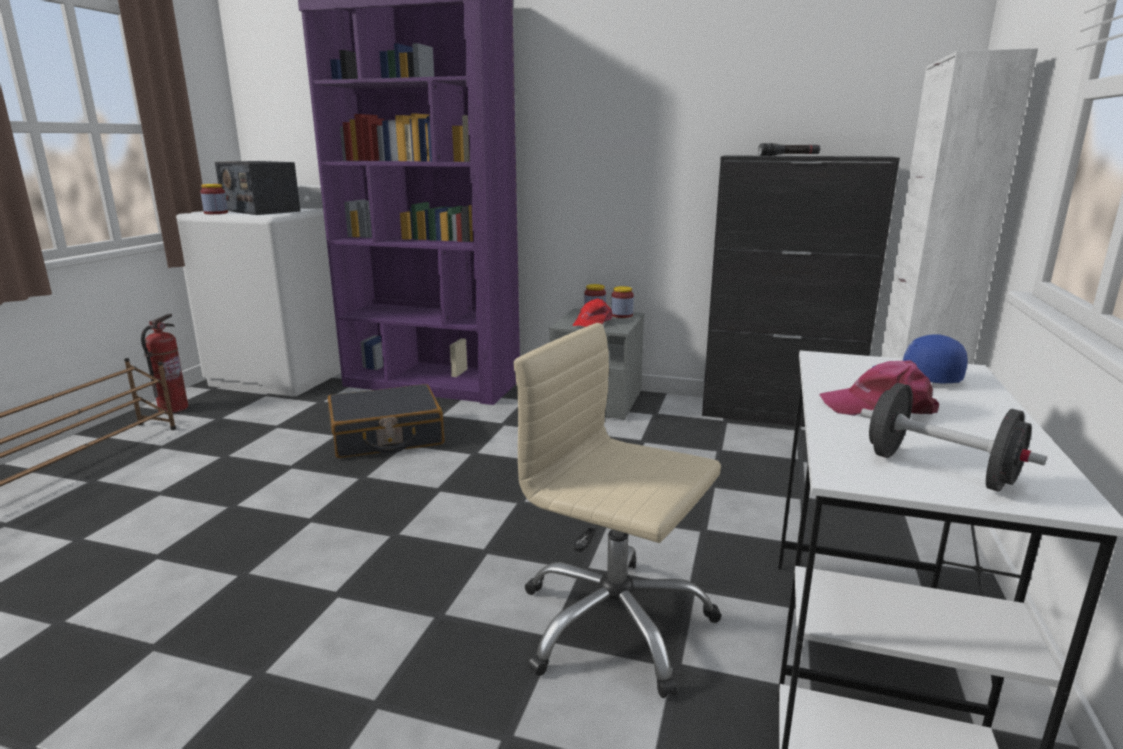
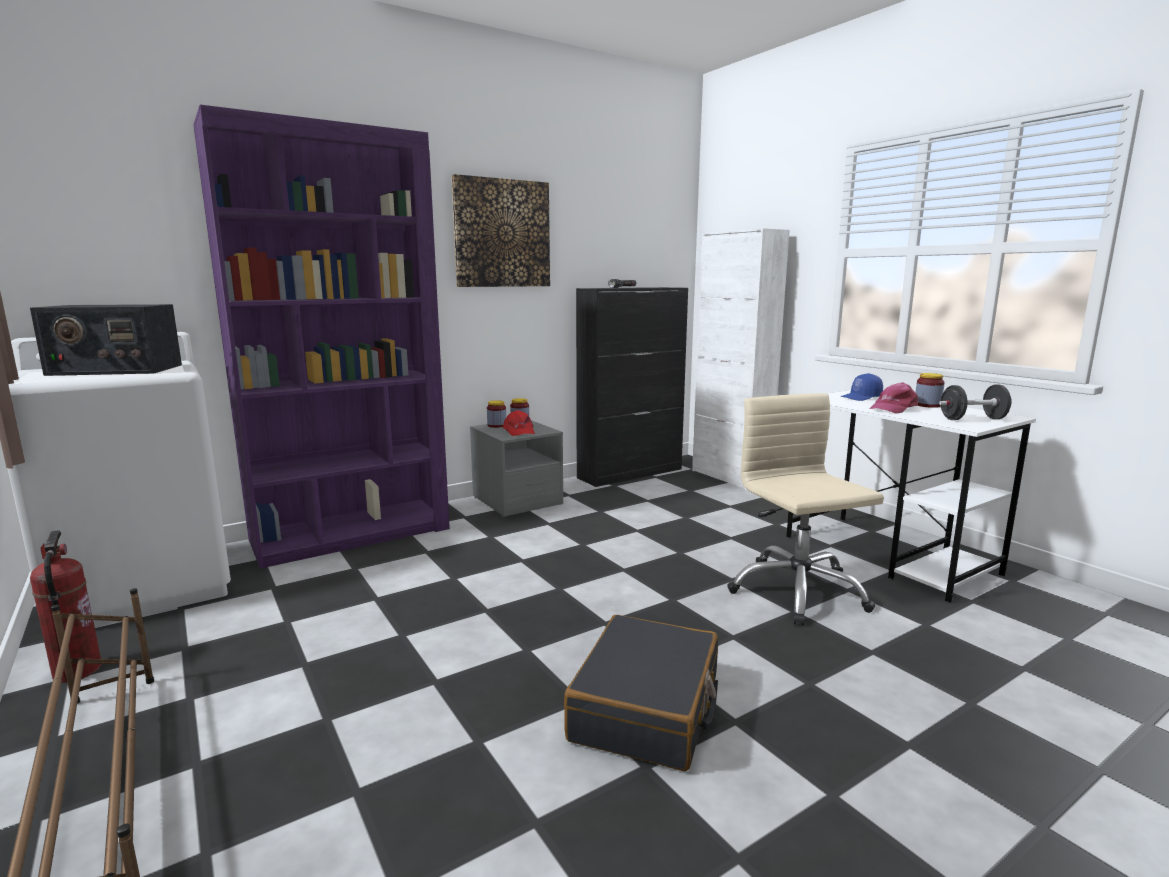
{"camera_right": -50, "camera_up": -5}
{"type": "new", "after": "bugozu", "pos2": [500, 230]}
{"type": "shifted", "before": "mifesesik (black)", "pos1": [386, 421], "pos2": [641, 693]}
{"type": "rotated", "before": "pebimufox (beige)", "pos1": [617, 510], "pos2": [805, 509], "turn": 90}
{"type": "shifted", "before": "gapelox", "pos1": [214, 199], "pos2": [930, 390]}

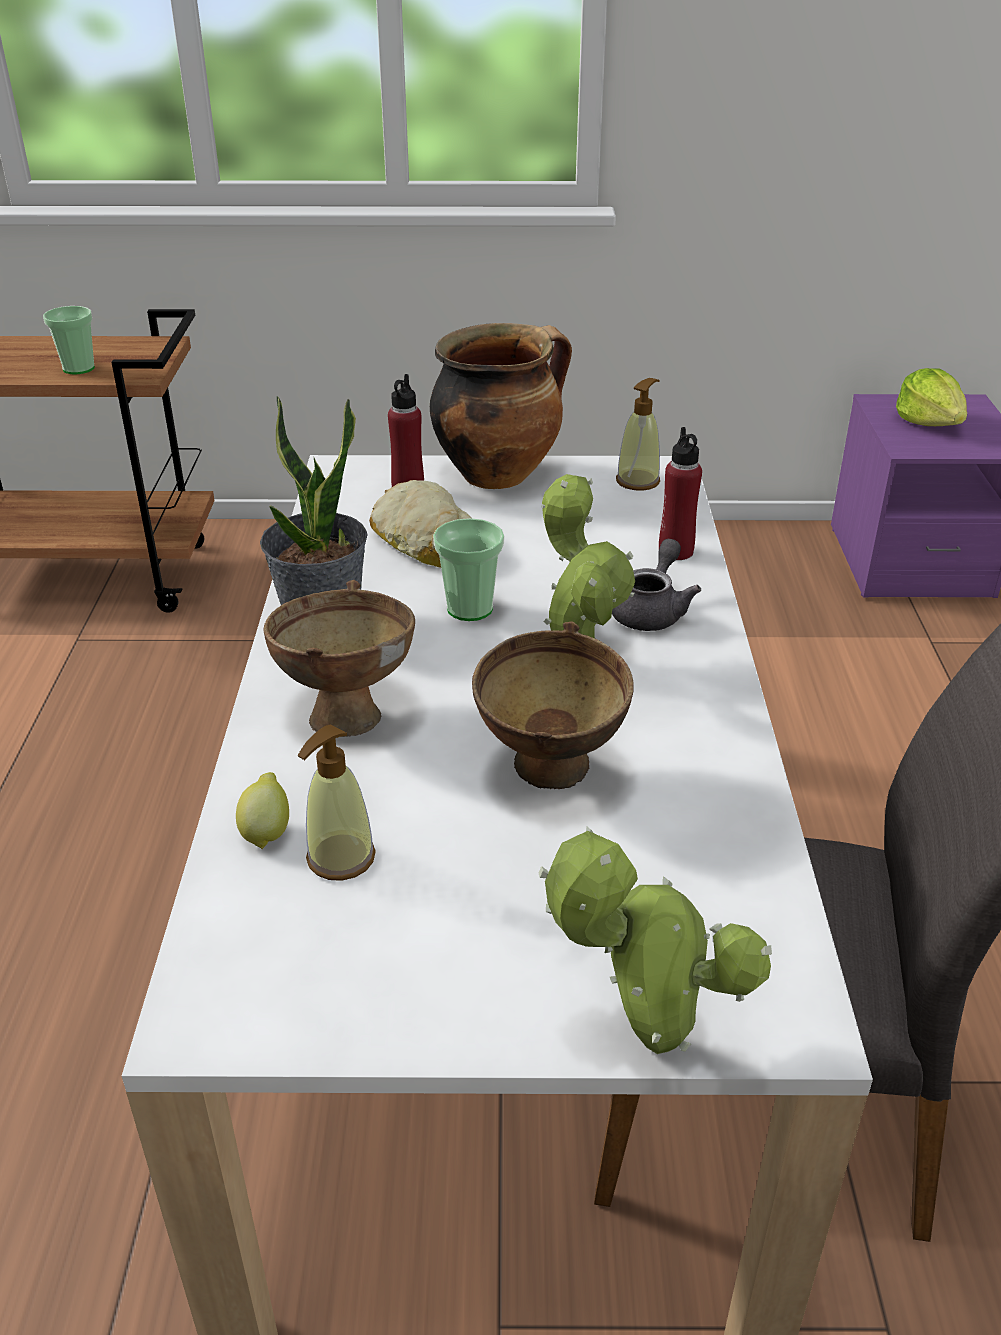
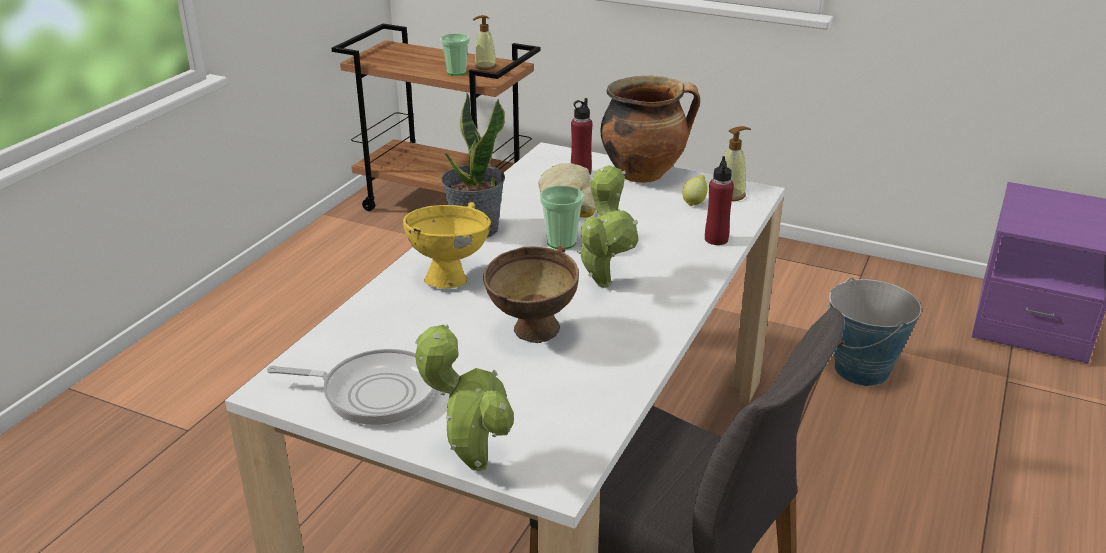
{"camera_right": 25, "camera_up": -5}
{"type": "new", "after": "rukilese", "pos2": [351, 387]}
{"type": "repainted", "before": "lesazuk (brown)", "after": "lesazuk (yellow)", "pos1": [339, 658], "pos2": [447, 245]}
{"type": "shifted", "before": "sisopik", "pos1": [336, 802], "pos2": [484, 42]}
{"type": "shifted", "before": "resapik", "pos1": [262, 810], "pos2": [695, 190]}
{"type": "new", "after": "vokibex", "pos2": [873, 331]}
{"type": "gone", "before": "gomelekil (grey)", "pos1": [656, 585]}
{"type": "gone", "before": "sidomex", "pos1": [931, 397]}

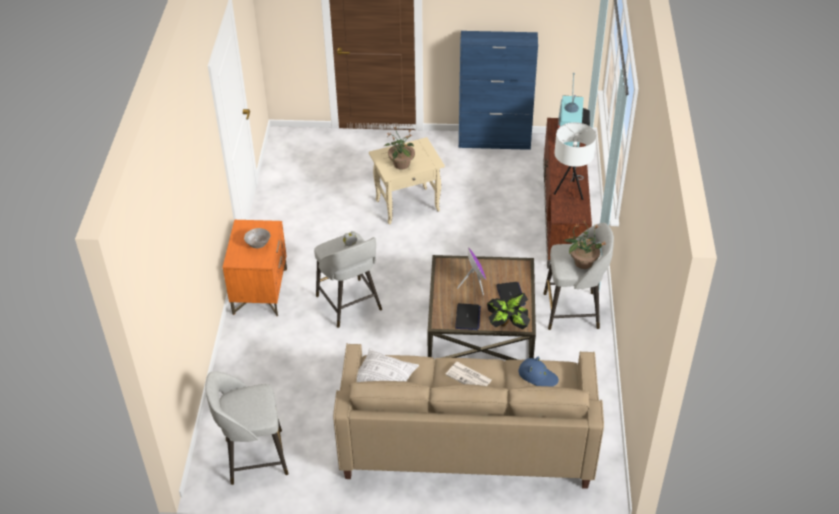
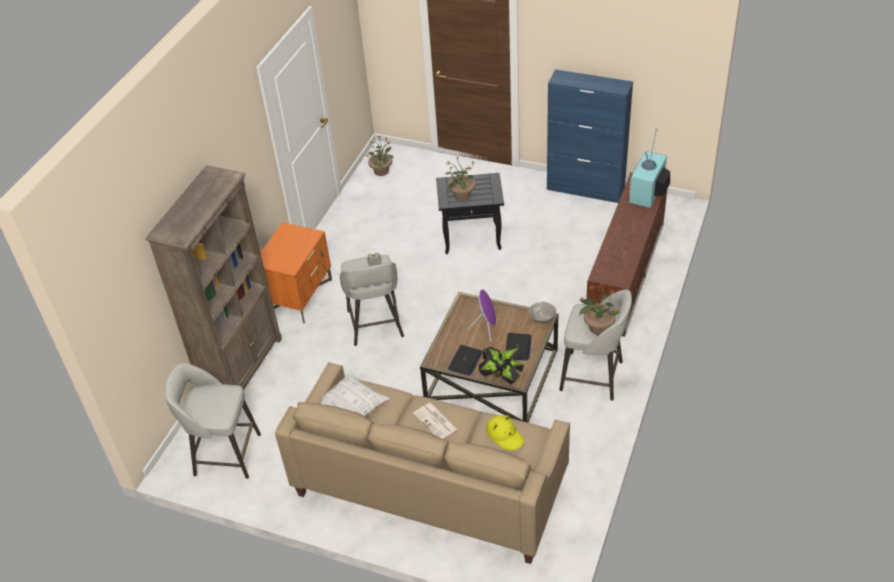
{"camera_right": 20, "camera_up": 0}
{"type": "new", "after": "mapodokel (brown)", "pos2": [213, 278]}
{"type": "new", "after": "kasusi", "pos2": [379, 156]}
{"type": "repainted", "before": "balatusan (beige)", "after": "balatusan (black)", "pos1": [407, 181], "pos2": [470, 213]}
{"type": "repainted", "before": "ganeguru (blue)", "after": "ganeguru (yellow)", "pos1": [539, 372], "pos2": [505, 432]}
{"type": "shifted", "before": "lesazuk (grey)", "pos1": [257, 238], "pos2": [542, 312]}
{"type": "gone", "before": "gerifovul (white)", "pos1": [575, 161]}

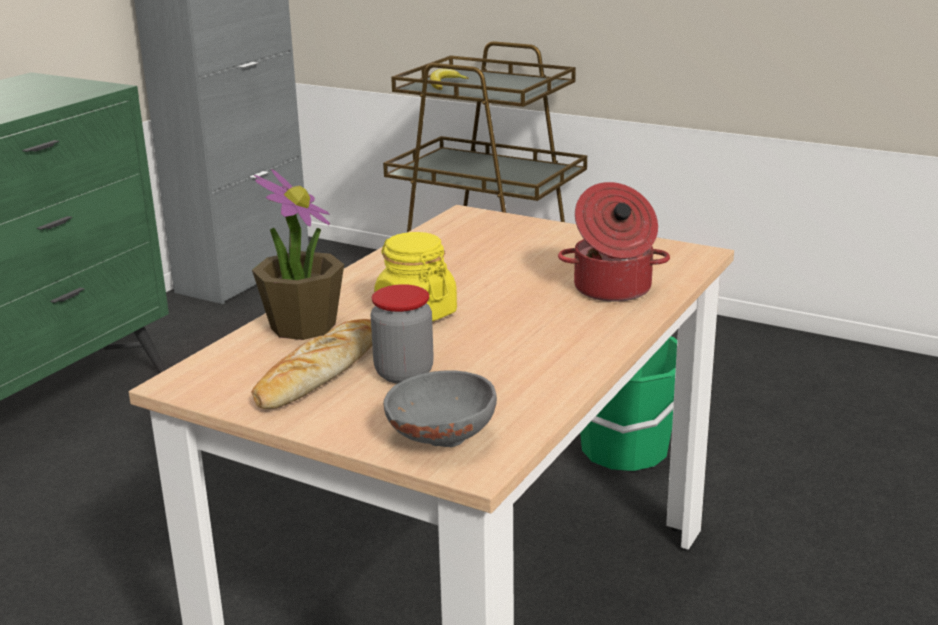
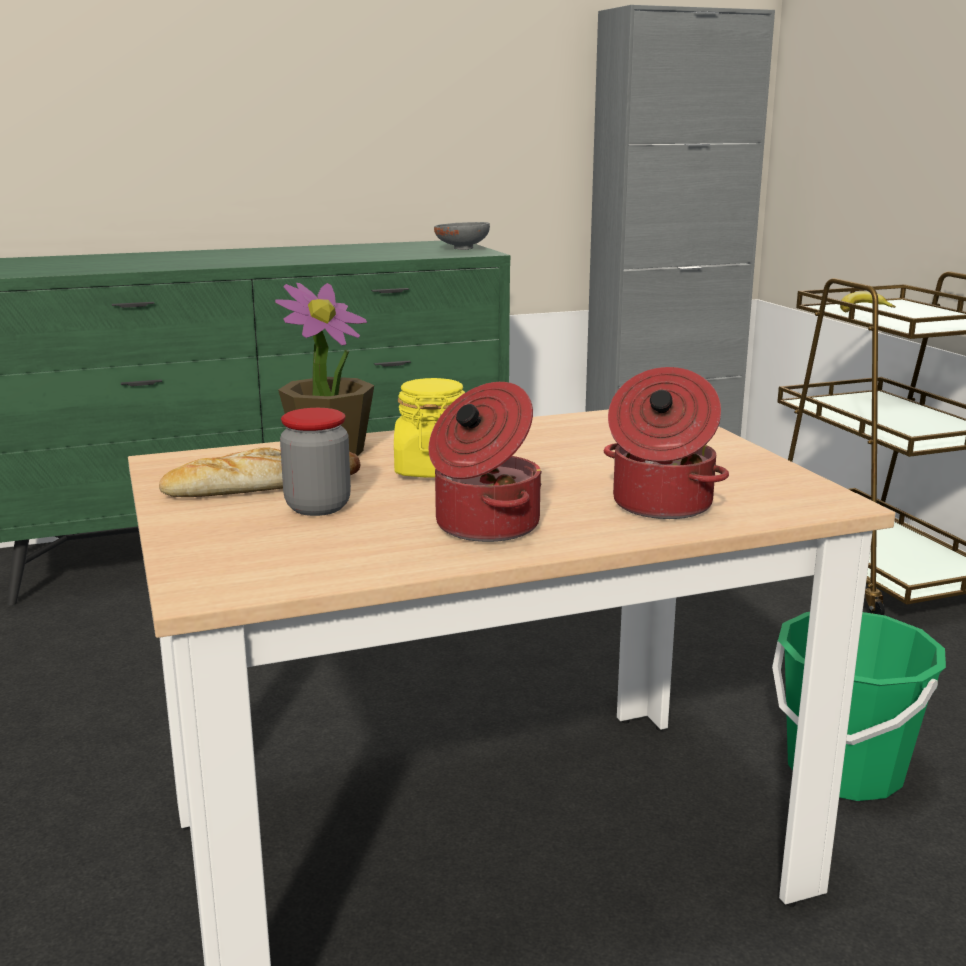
{"camera_right": 40, "camera_up": -5}
{"type": "new", "after": "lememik", "pos2": [485, 462]}
{"type": "shifted", "before": "lesazuk (grey)", "pos1": [440, 408], "pos2": [462, 236]}

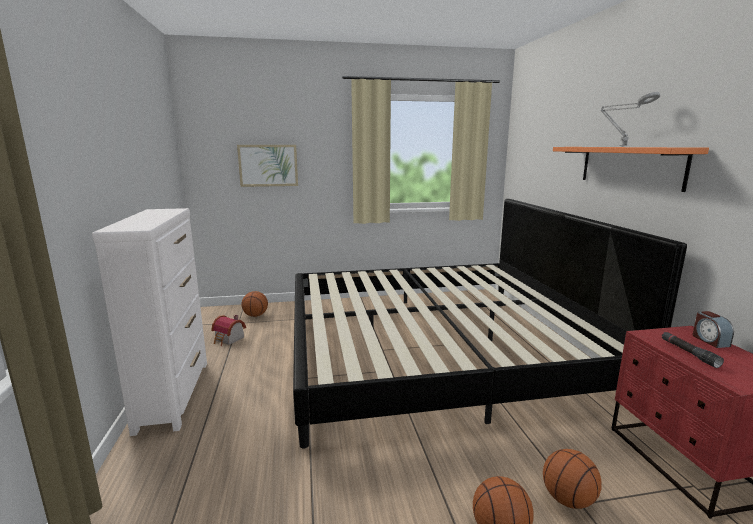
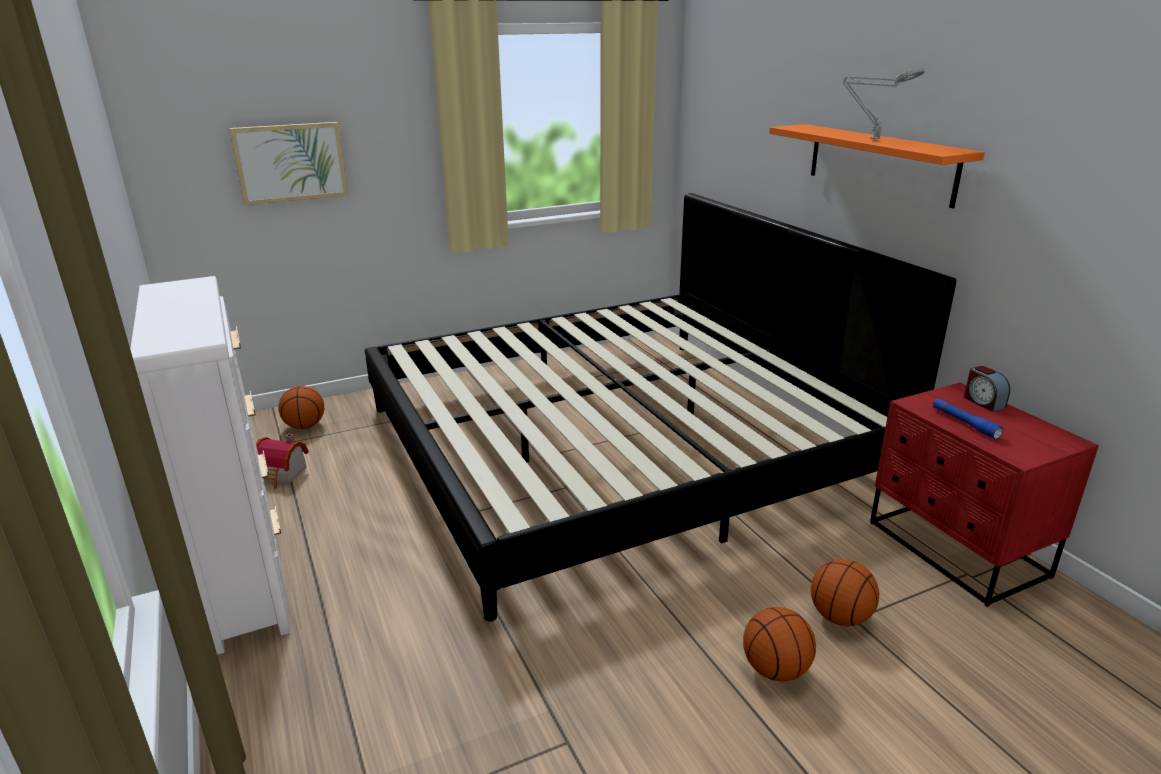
{"camera_right": -15, "camera_up": 10}
{"type": "repainted", "before": "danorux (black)", "after": "danorux (blue)", "pos1": [693, 350], "pos2": [968, 419]}

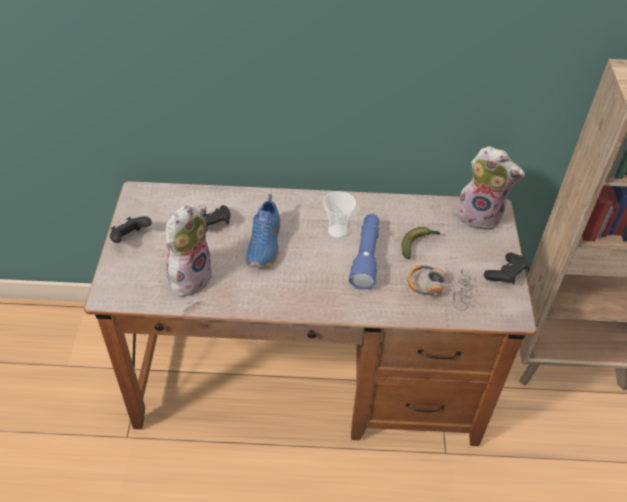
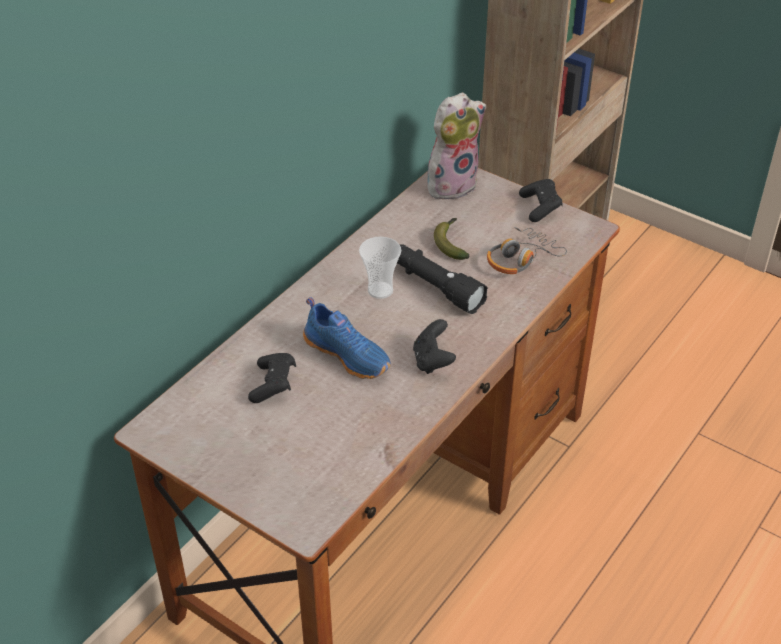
{"camera_right": -55, "camera_up": -5}
{"type": "repainted", "before": "danorux (blue)", "after": "danorux (black)", "pos1": [364, 252], "pos2": [442, 279]}
{"type": "shifted", "before": "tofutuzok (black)", "pos1": [131, 229], "pos2": [434, 346]}
{"type": "gone", "before": "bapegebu", "pos1": [189, 251]}

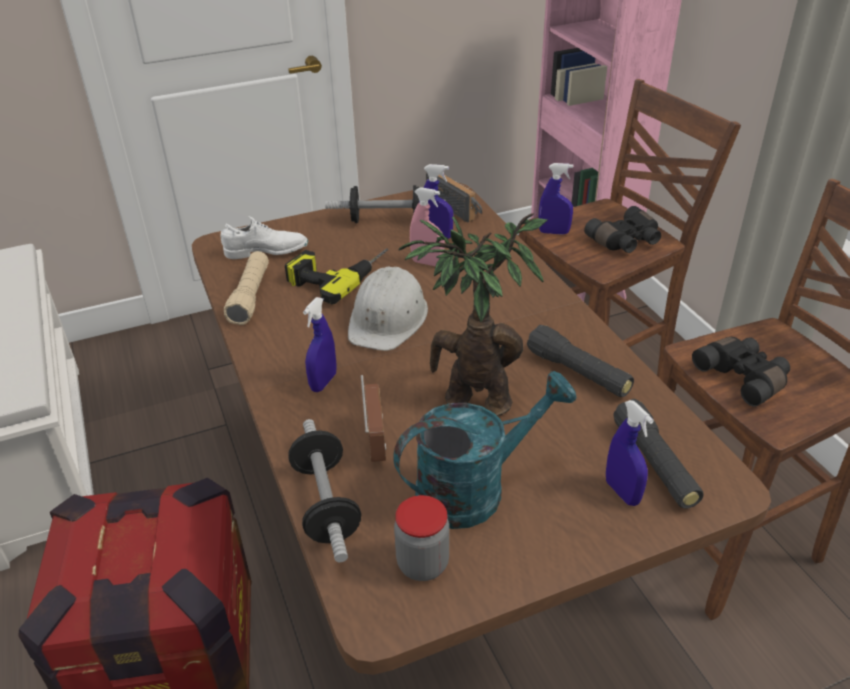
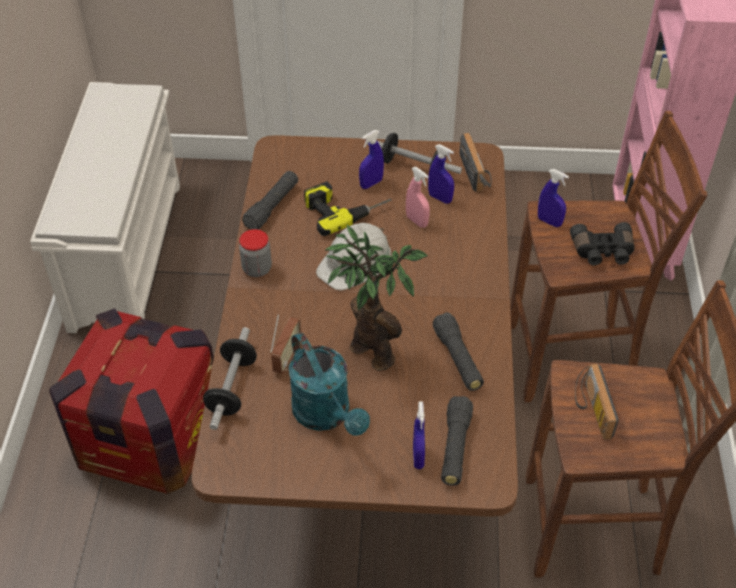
{"camera_right": 25, "camera_up": 10}
{"type": "shifted", "before": "gapelox", "pos1": [421, 538], "pos2": [255, 253]}
{"type": "repainted", "before": "danorux (beige)", "after": "danorux (black)", "pos1": [246, 288], "pos2": [270, 200]}
{"type": "rotated", "before": "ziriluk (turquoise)", "pos1": [485, 450], "pos2": [329, 384], "turn": 60}
{"type": "shifted", "before": "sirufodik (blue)", "pos1": [320, 344], "pos2": [371, 159]}
{"type": "swapped", "before": "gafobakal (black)", "after": "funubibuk", "pos1": [741, 372], "pos2": [597, 402]}
{"type": "gone", "before": "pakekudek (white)", "pos1": [264, 237]}

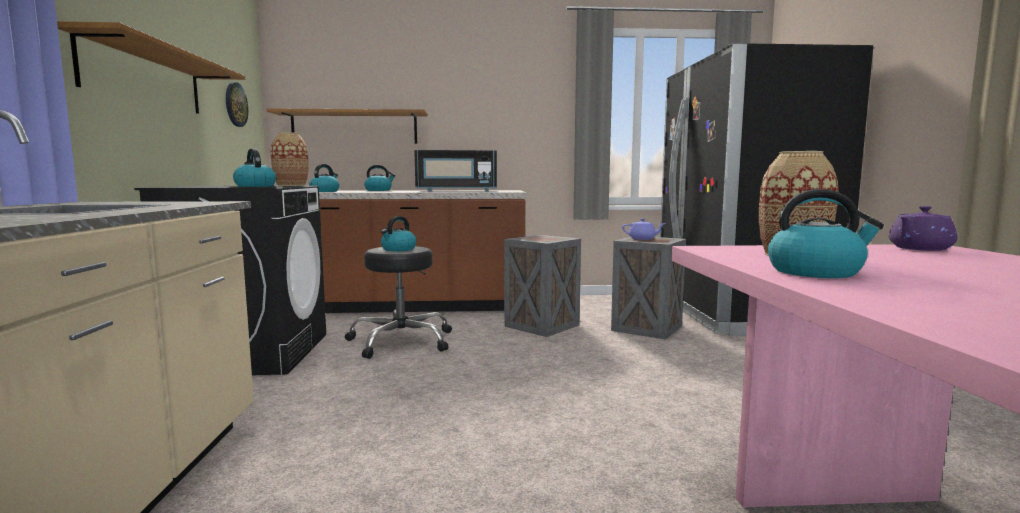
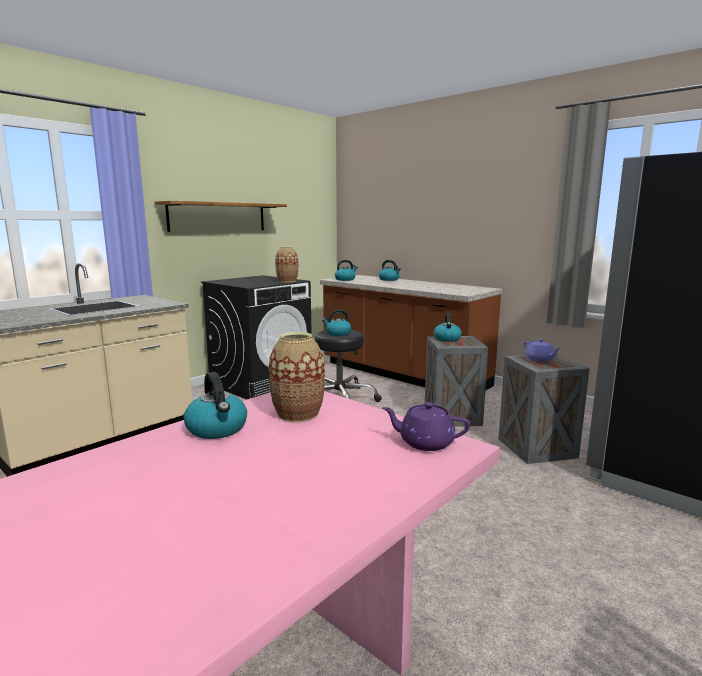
{"camera_right": 45, "camera_up": 5}
{"type": "shifted", "before": "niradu", "pos1": [254, 167], "pos2": [448, 327]}
{"type": "gone", "before": "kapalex", "pos1": [237, 104]}
{"type": "gone", "before": "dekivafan", "pos1": [347, 126]}
{"type": "gone", "before": "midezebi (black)", "pos1": [455, 171]}

